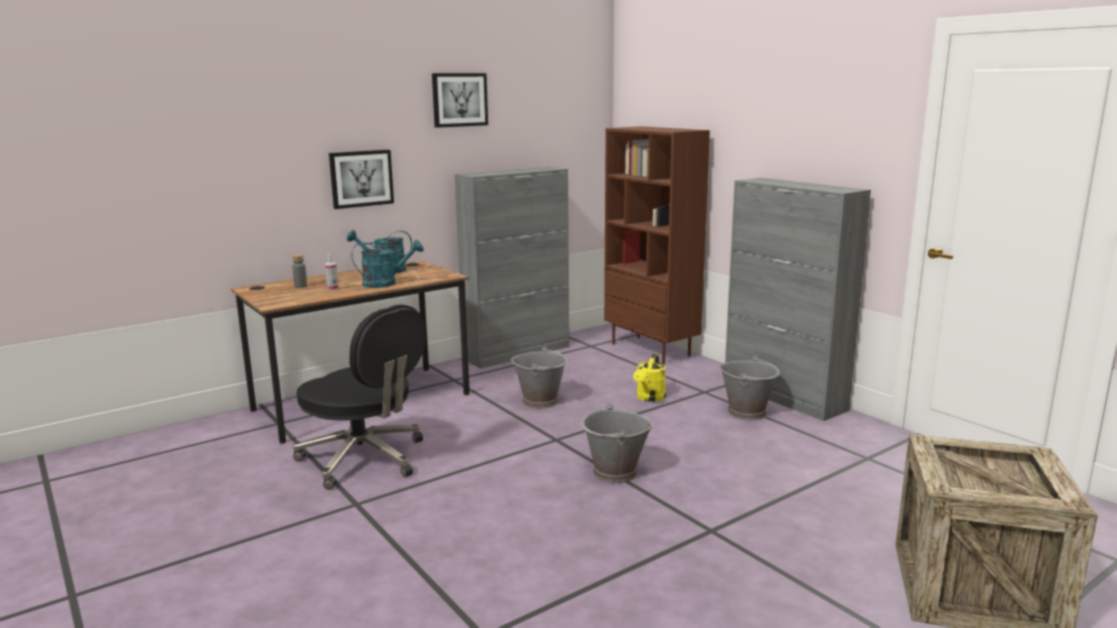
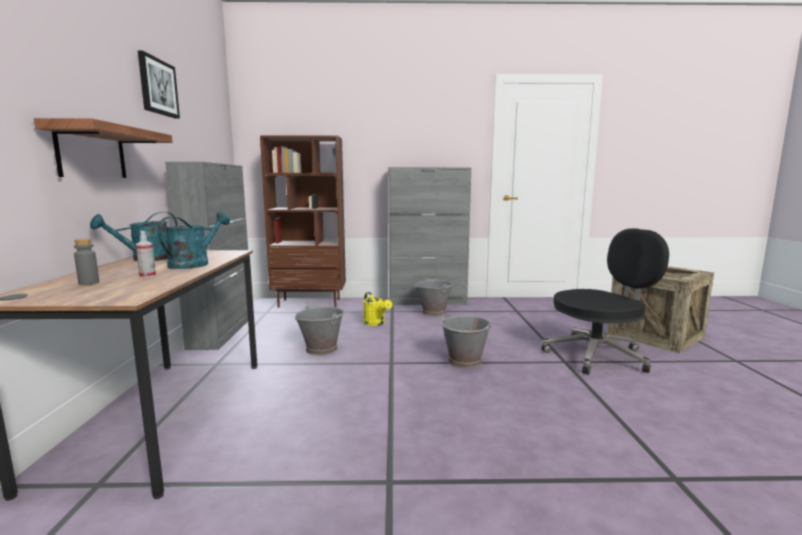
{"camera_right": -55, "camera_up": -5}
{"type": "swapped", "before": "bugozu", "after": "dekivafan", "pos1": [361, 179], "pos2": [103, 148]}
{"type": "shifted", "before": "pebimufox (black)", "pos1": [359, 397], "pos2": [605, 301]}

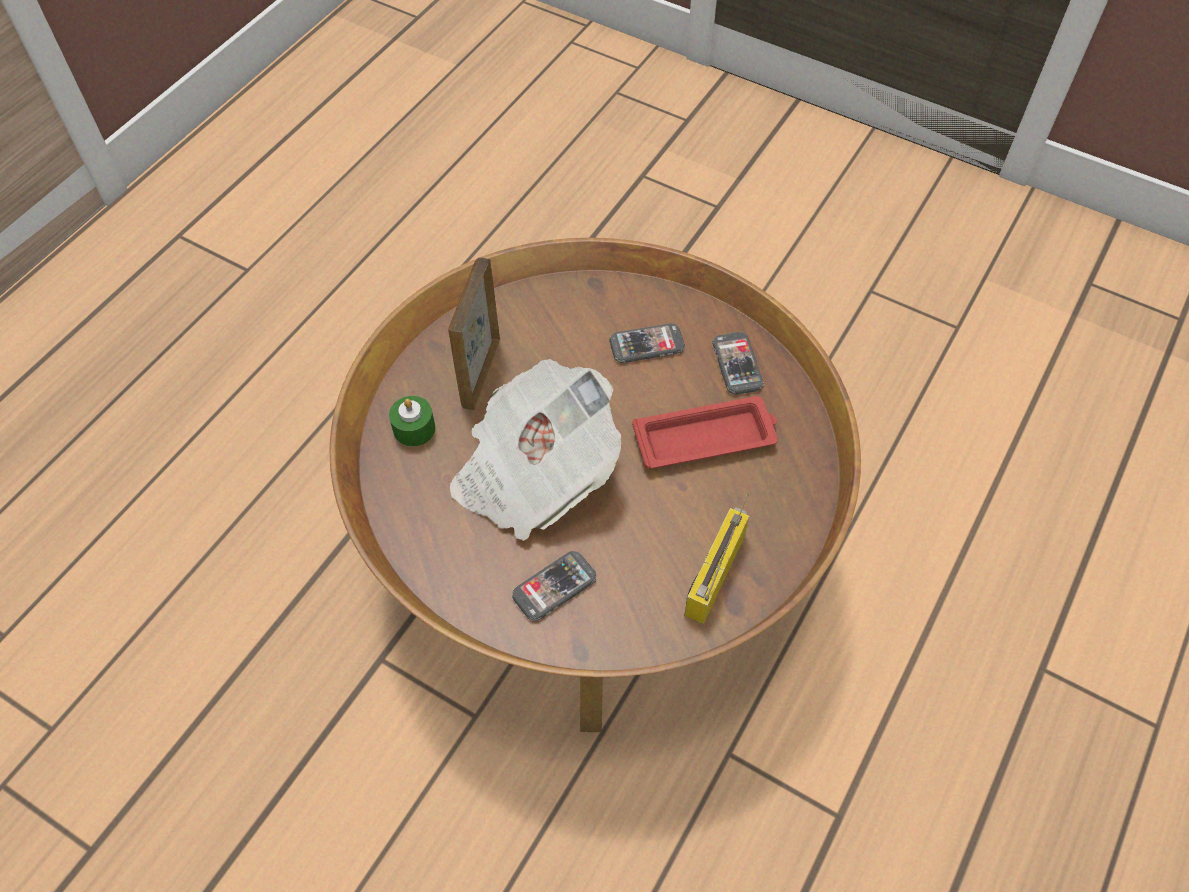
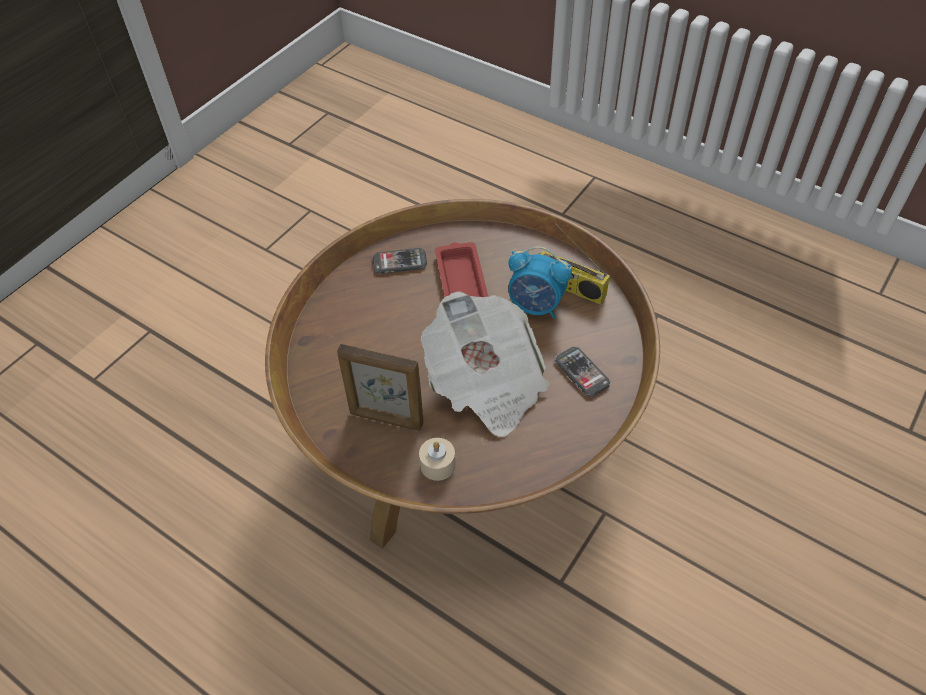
{"camera_right": -85, "camera_up": -5}
{"type": "repainted", "before": "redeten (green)", "after": "redeten (beige)", "pos1": [412, 421], "pos2": [437, 459]}
{"type": "new", "after": "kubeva", "pos2": [540, 282]}
{"type": "gone", "before": "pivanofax", "pos1": [647, 343]}

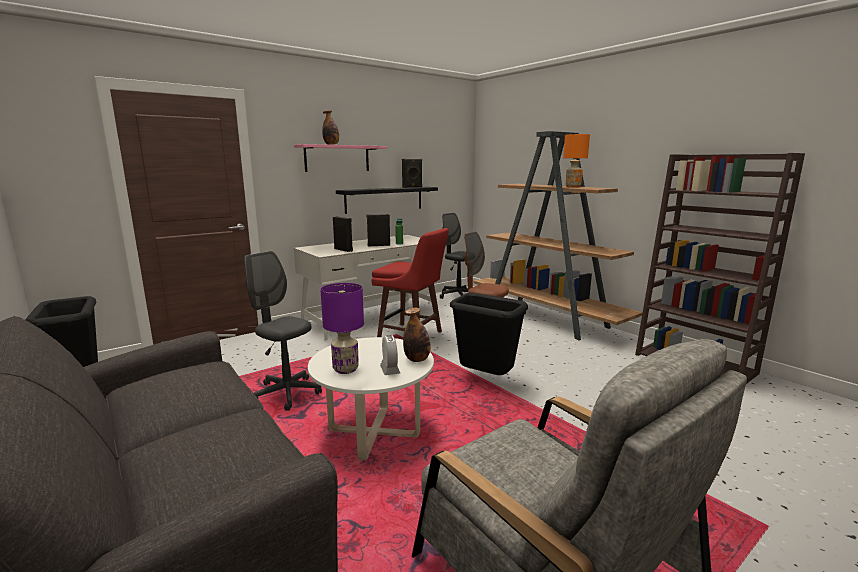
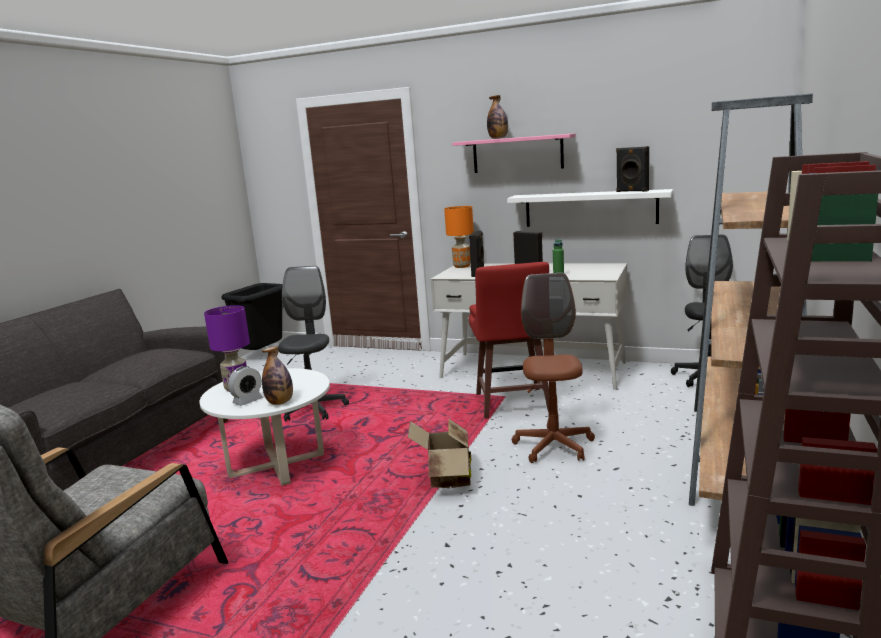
{"camera_right": 60, "camera_up": 0}
{"type": "swapped", "before": "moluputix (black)", "after": "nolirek", "pos1": [489, 334], "pos2": [439, 453]}
{"type": "shifted", "before": "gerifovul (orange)", "pos1": [576, 161], "pos2": [459, 237]}
{"type": "repainted", "before": "dekivafan (black)", "after": "dekivafan (white)", "pos1": [387, 200], "pos2": [590, 208]}

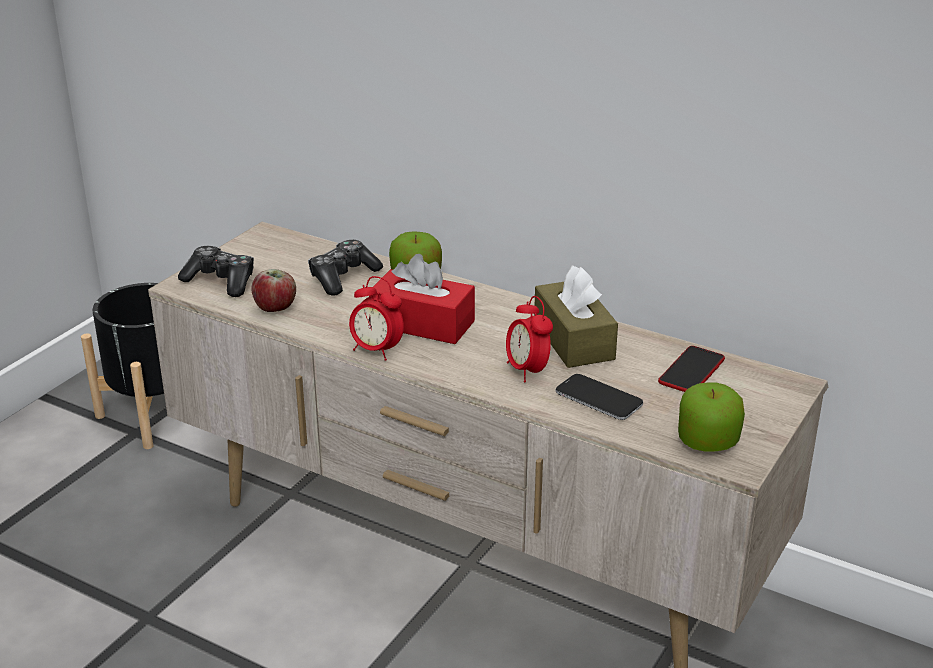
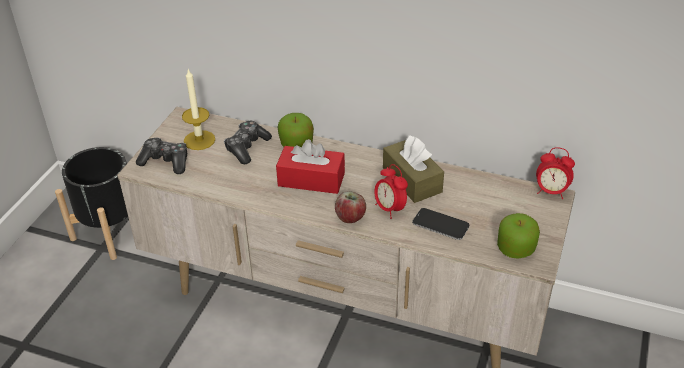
{"camera_right": -10, "camera_up": 10}
{"type": "new", "after": "redeten", "pos2": [198, 109]}
{"type": "shifted", "before": "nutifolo", "pos1": [273, 290], "pos2": [350, 207]}
{"type": "shifted", "before": "kubeva", "pos1": [376, 318], "pos2": [555, 173]}
{"type": "gone", "before": "pivanofax", "pos1": [691, 369]}

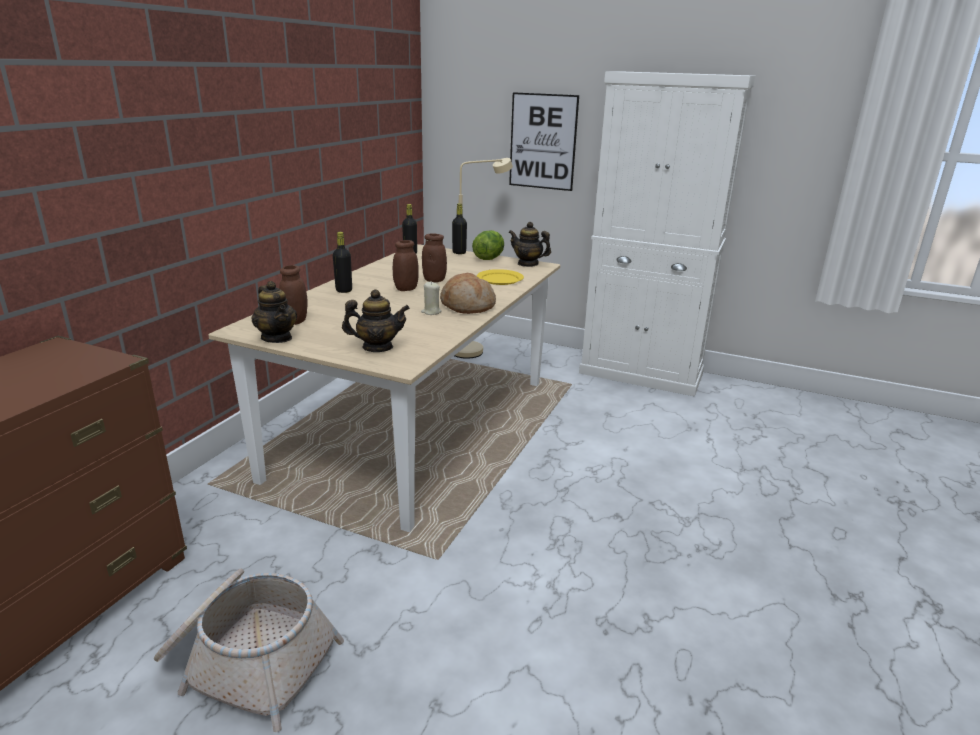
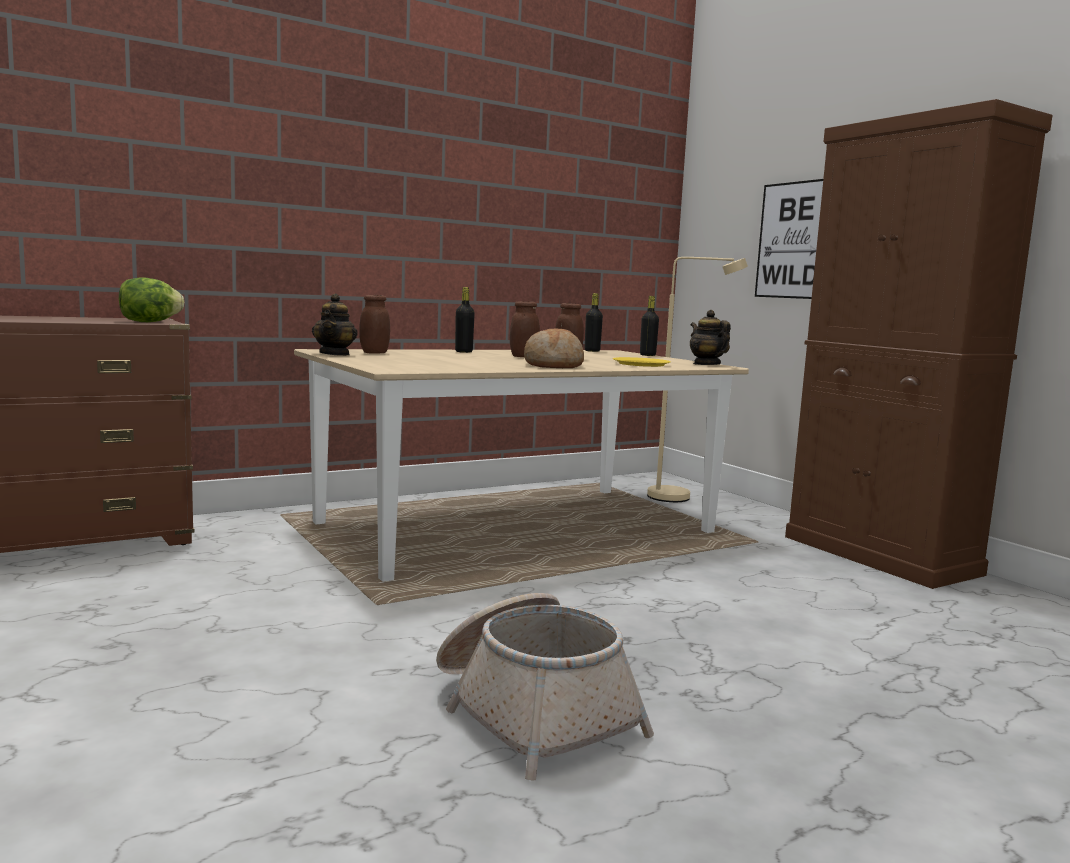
{"camera_right": 35, "camera_up": -15}
{"type": "shifted", "before": "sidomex", "pos1": [488, 245], "pos2": [151, 299]}
{"type": "shifted", "before": "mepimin", "pos1": [249, 650], "pos2": [545, 686]}
{"type": "repainted", "before": "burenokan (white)", "after": "burenokan (brown)", "pos1": [667, 234], "pos2": [918, 344]}
{"type": "gone", "before": "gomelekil", "pos1": [376, 320]}
{"type": "gone", "before": "redeten (beige)", "pos1": [431, 298]}

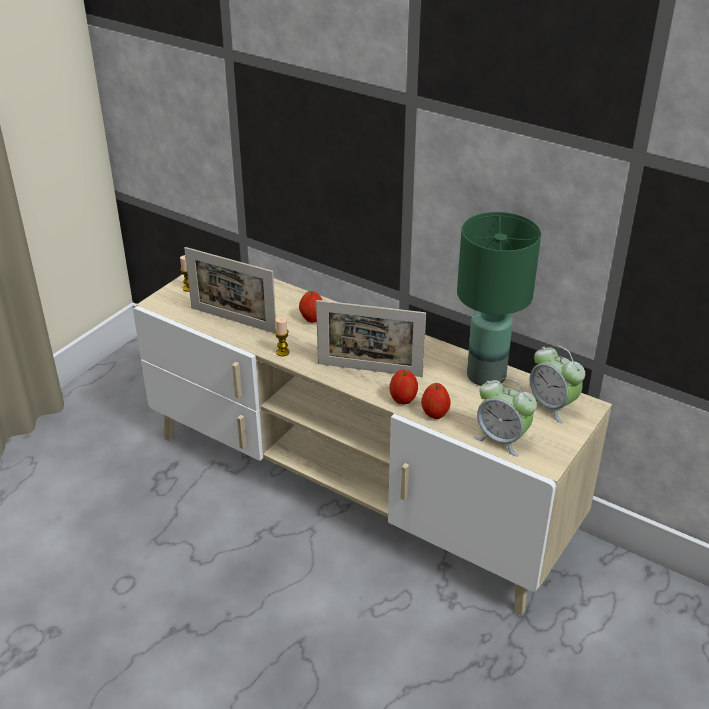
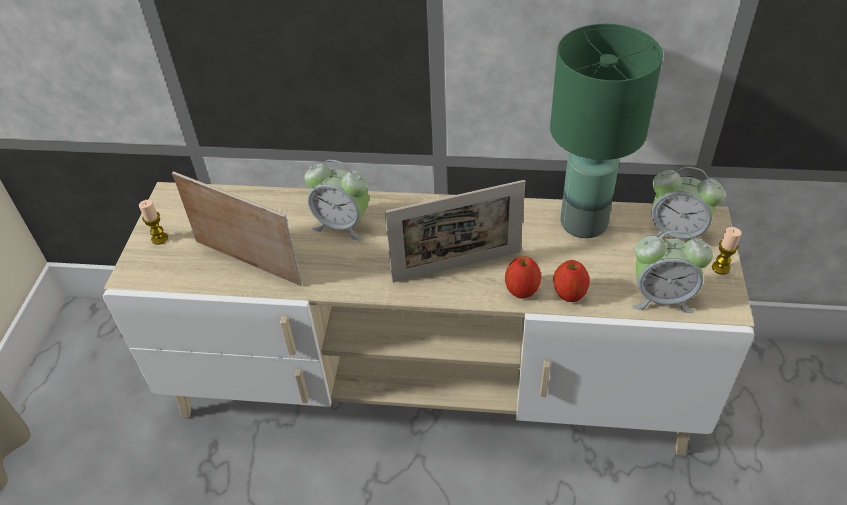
{"camera_right": -25, "camera_up": 10}
{"type": "rotated", "before": "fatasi", "pos1": [230, 290], "pos2": [237, 228], "turn": -150}
{"type": "swapped", "before": "nutifolo", "after": "kubeva", "pos1": [311, 307], "pos2": [336, 200]}
{"type": "shifted", "before": "redeten", "pos1": [282, 336], "pos2": [726, 251]}

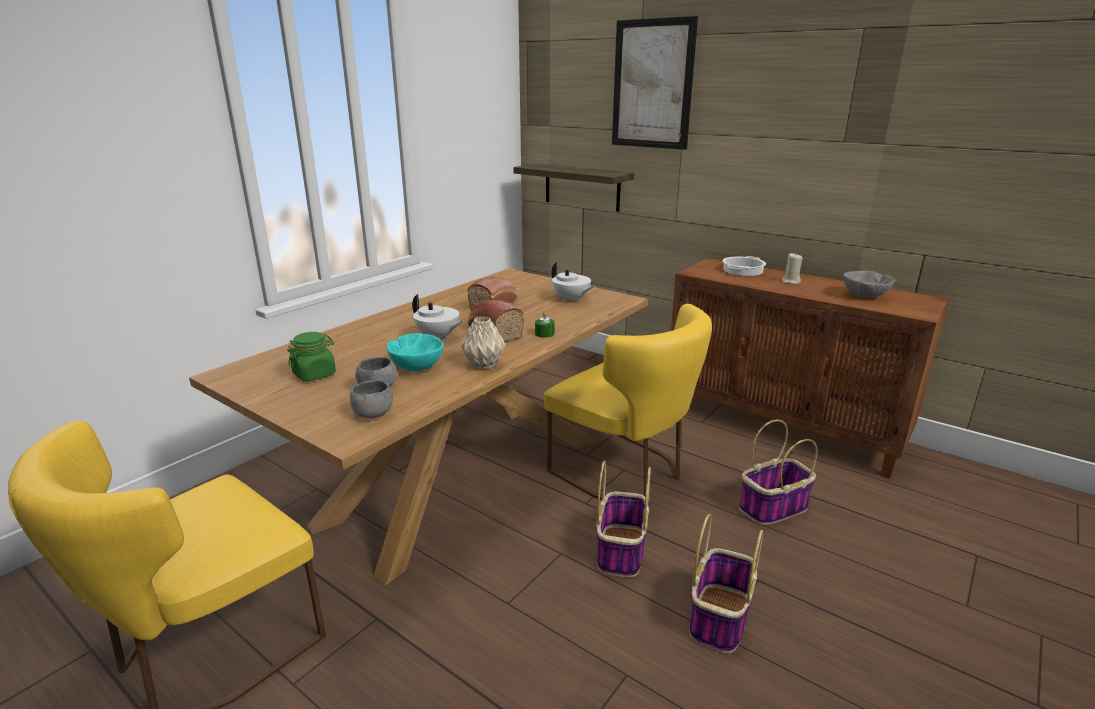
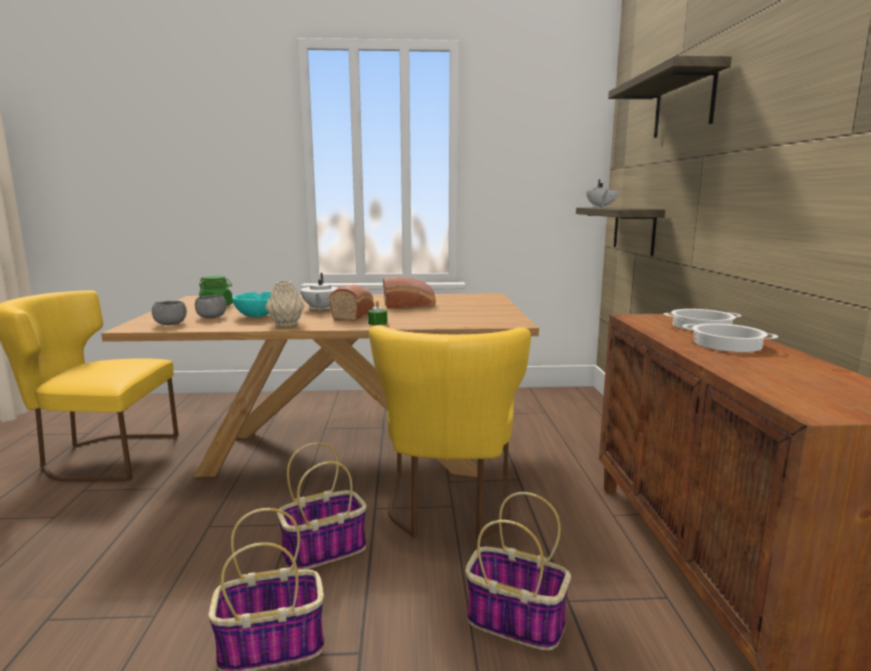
{"camera_right": 50, "camera_up": -10}
{"type": "shifted", "before": "gomelekil (white)", "pos1": [573, 282], "pos2": [602, 193]}
{"type": "swapped", "before": "bugozu", "after": "dekivafan", "pos1": [655, 83], "pos2": [670, 97]}
{"type": "swapped", "before": "redeten (beige)", "after": "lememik", "pos1": [792, 268], "pos2": [730, 337]}
{"type": "gone", "before": "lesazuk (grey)", "pos1": [869, 284]}

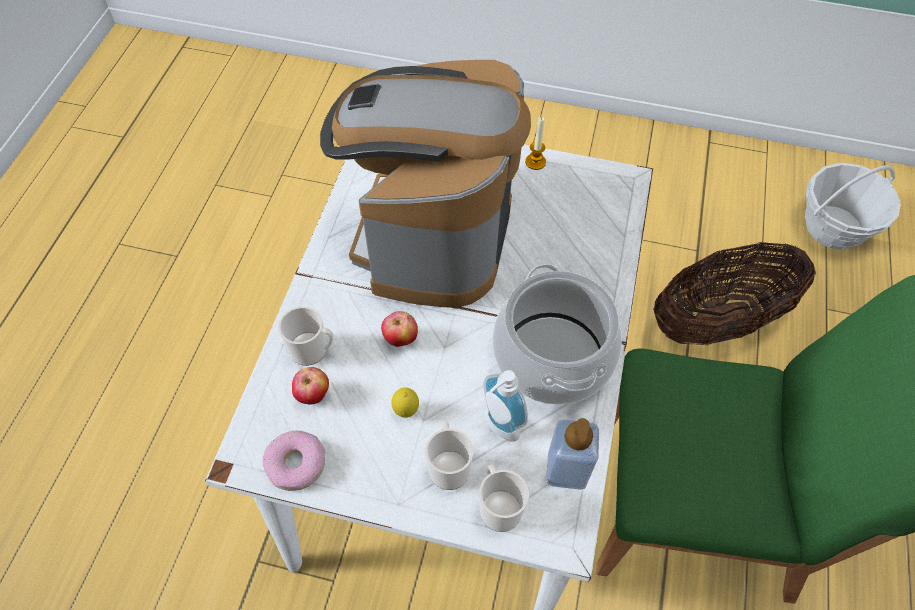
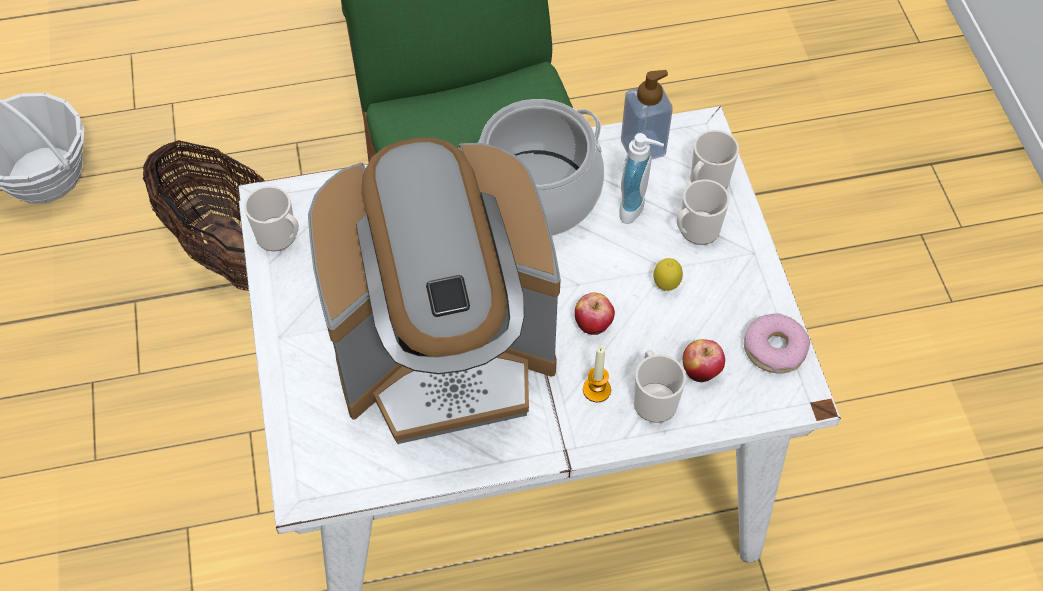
{"camera_right": -115, "camera_up": 0}
{"type": "new", "after": "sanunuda", "pos2": [271, 218]}
{"type": "shifted", "before": "redeten", "pos1": [535, 143], "pos2": [597, 374]}

